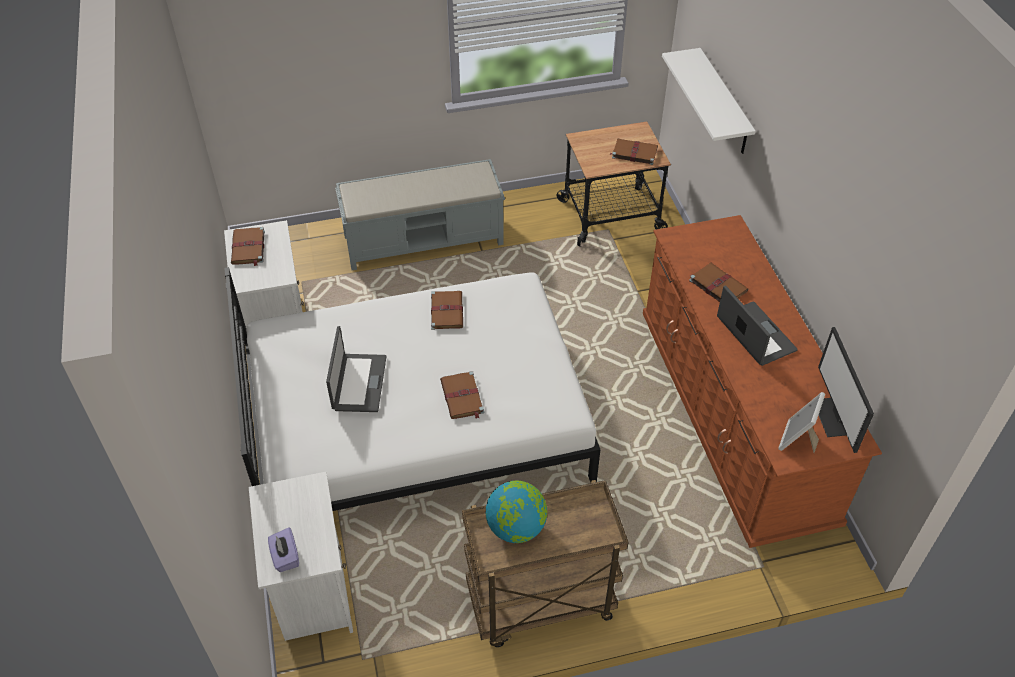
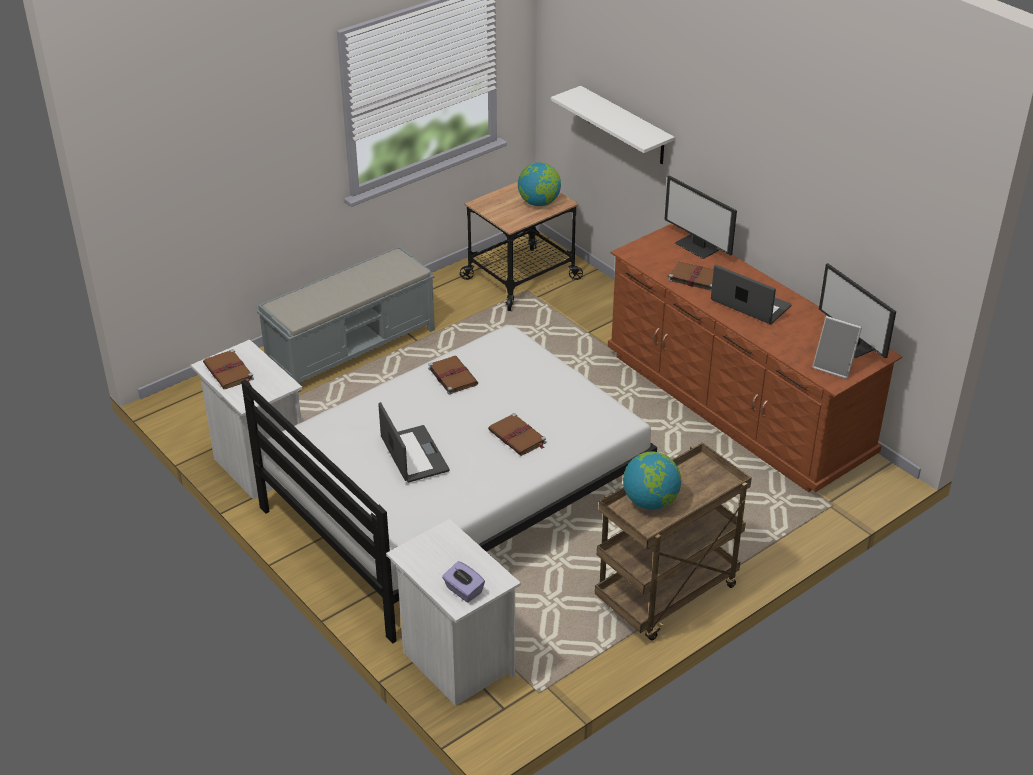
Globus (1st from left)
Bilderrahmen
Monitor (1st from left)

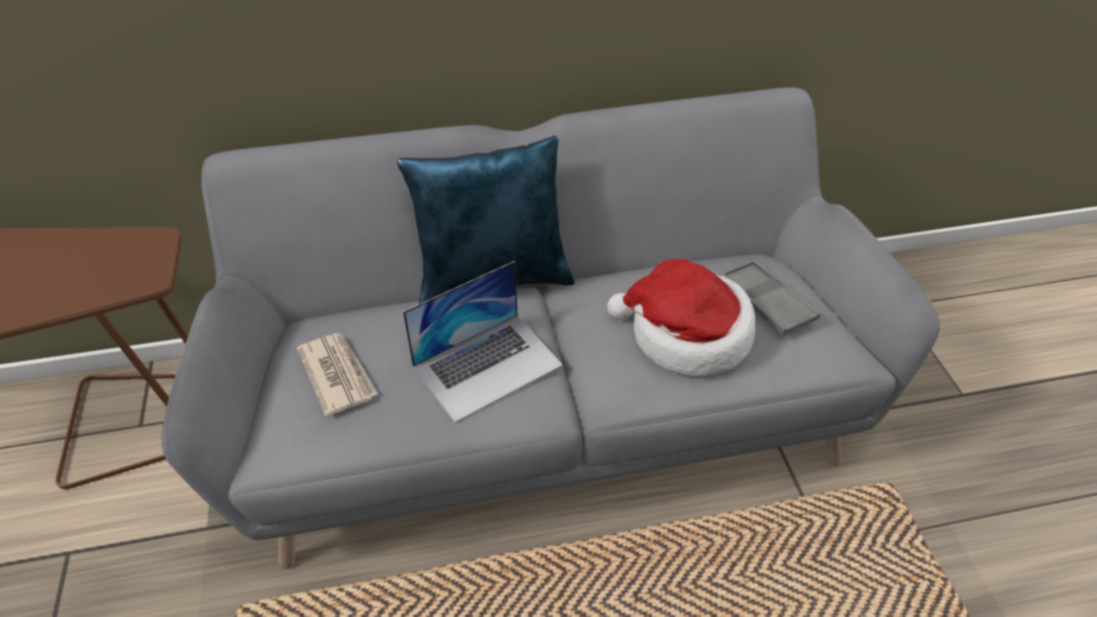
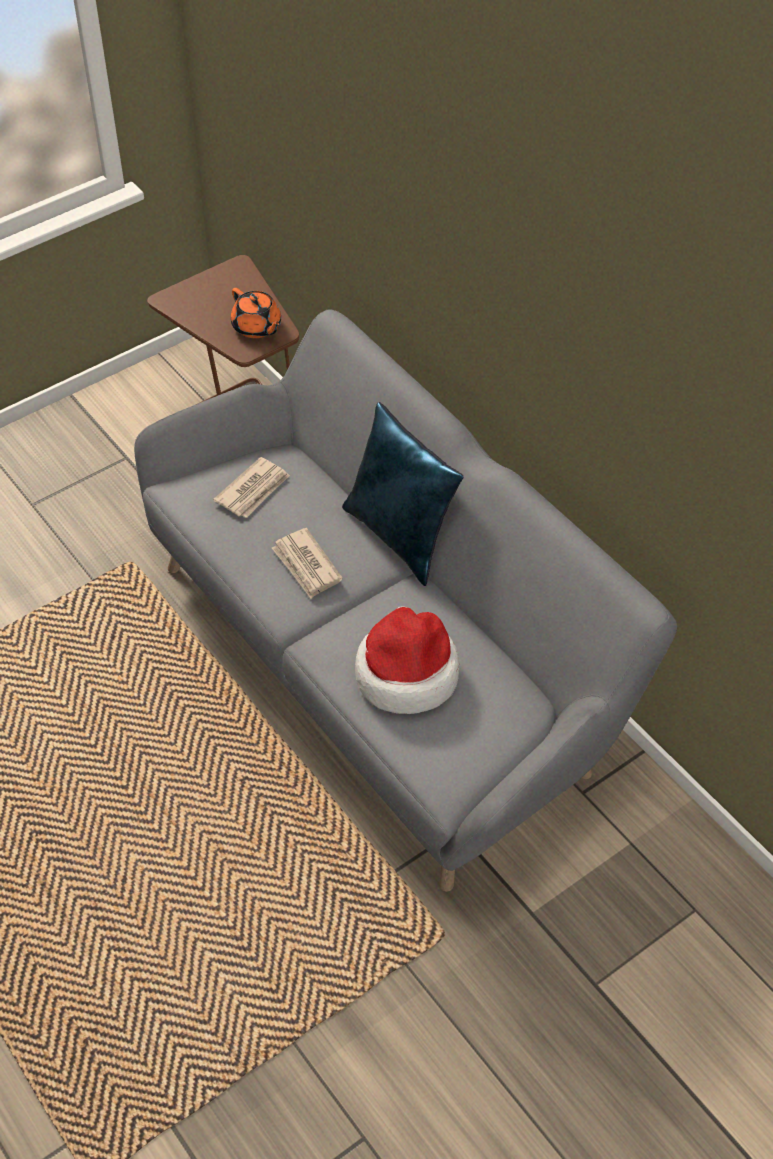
Tablett (grau)
Zeitung (2nd from left)
Teekanne (orange)

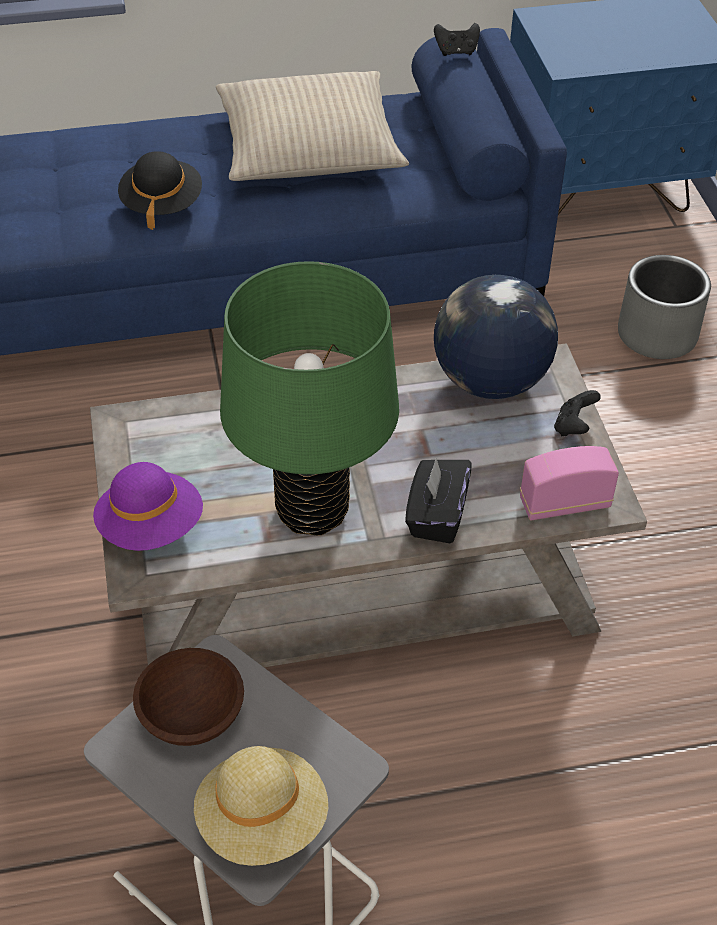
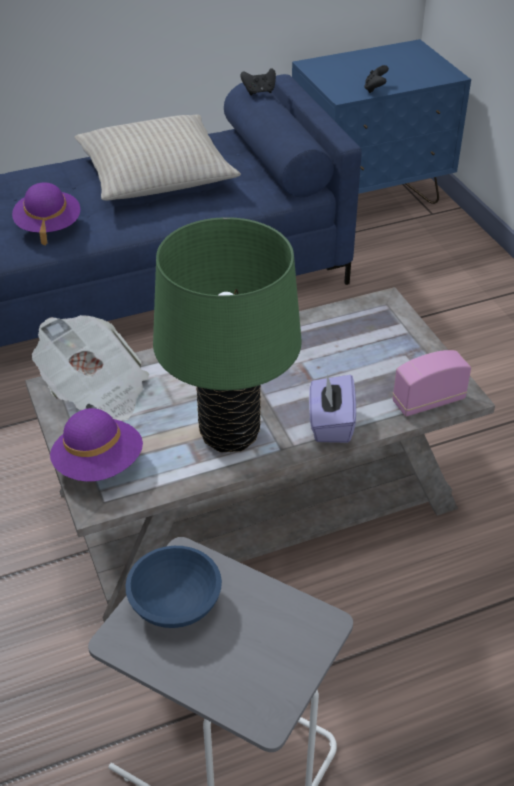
Hut (lila) (1st from left)
Pflanzkübel (grau)
Globus
Gamepad (schwarz) (2nd from left)
Taschentuchbox (lila)
Schüssel (blau)
Hut (beige)
Zeitung

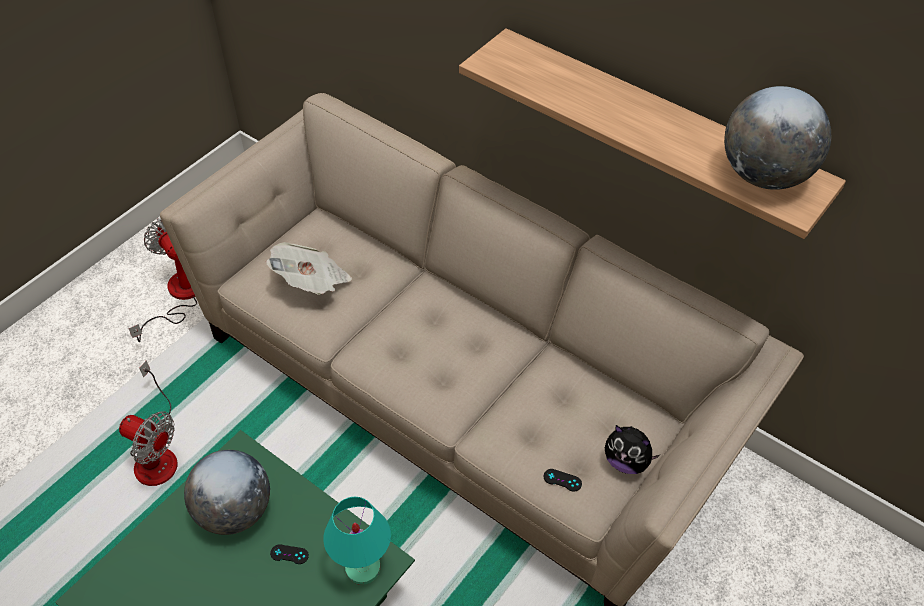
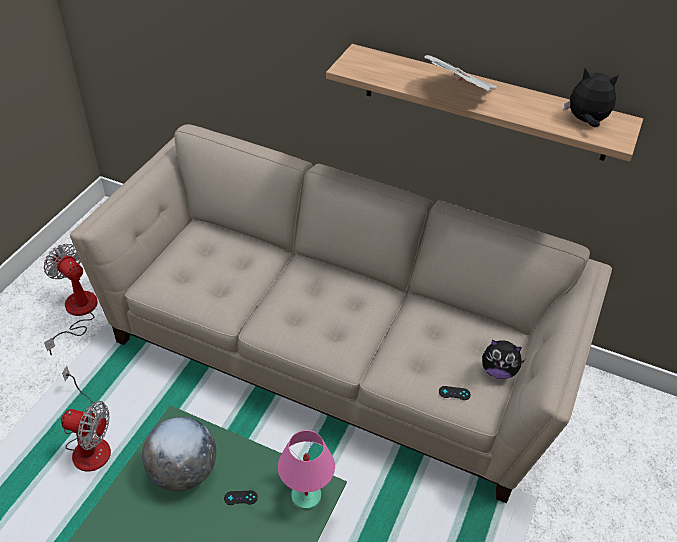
Plüschtier (2nd from left)
Zeitung
Tischlampe (rosa)

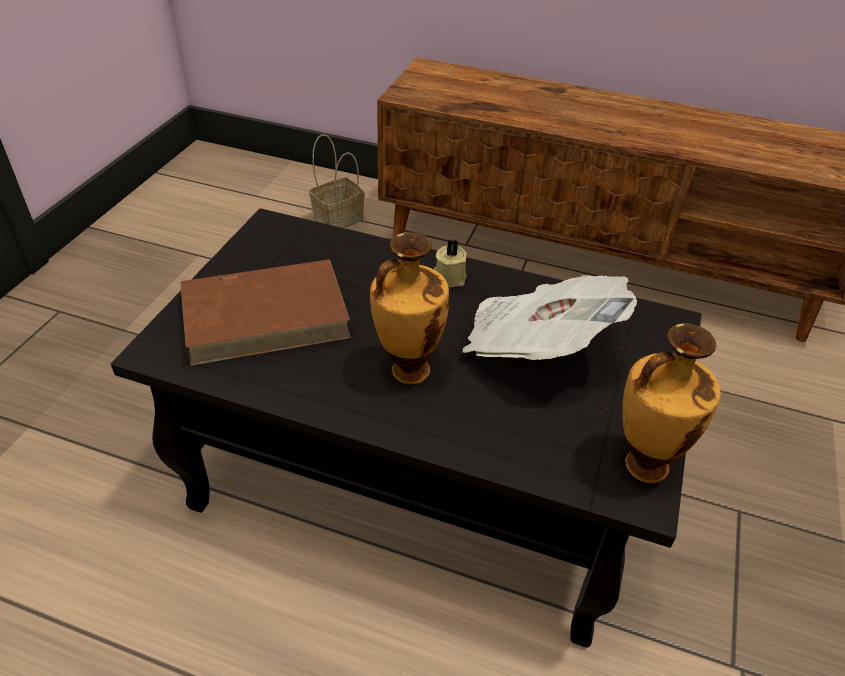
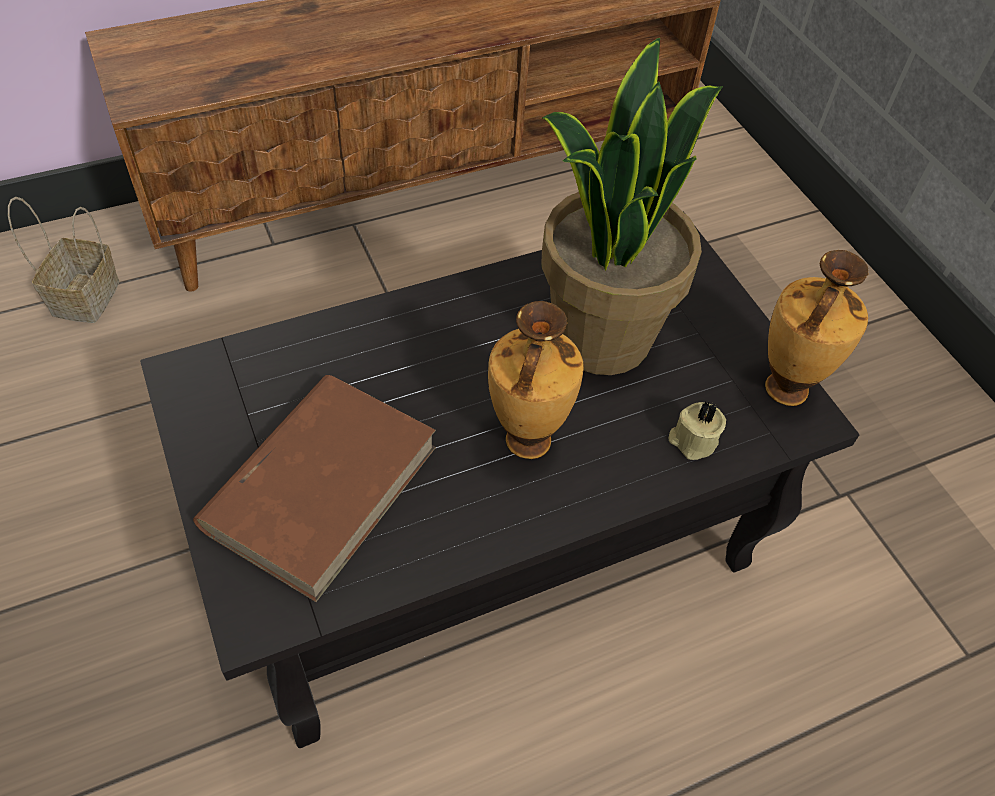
Kerze (beige)
Topfpflanze

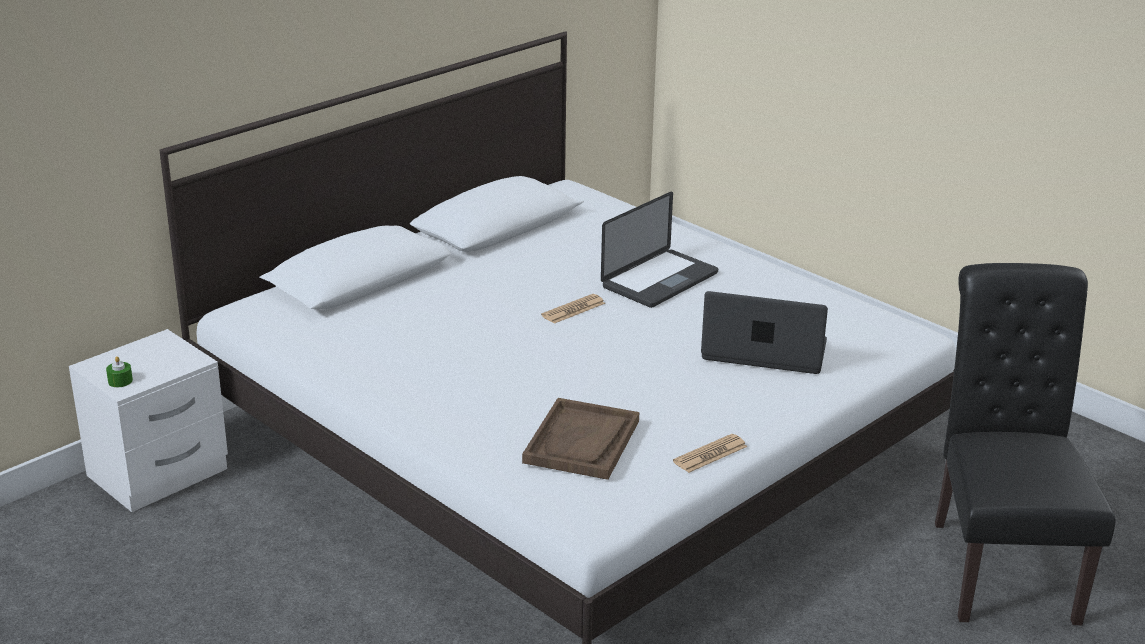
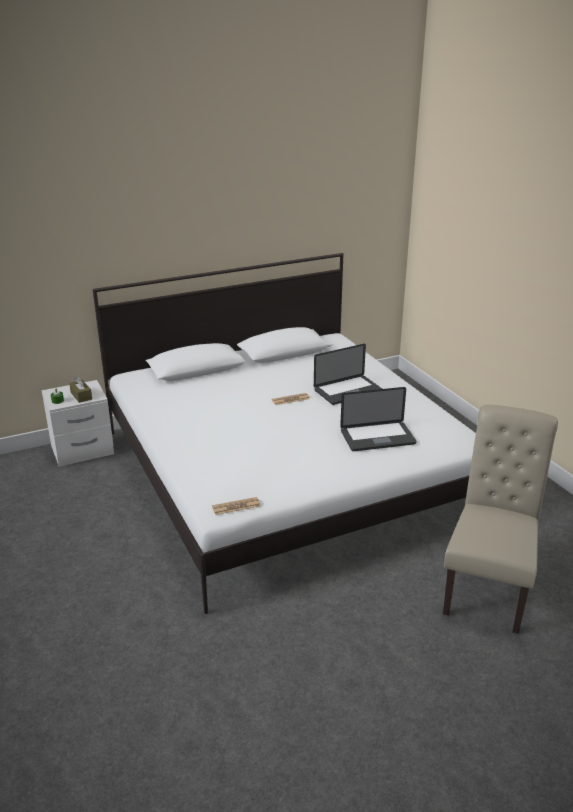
Stuhl (beige)
Laptop (2nd from left)
Tablett (braun)
Zeitung (1st from left)
Taschentuchbox (braun)

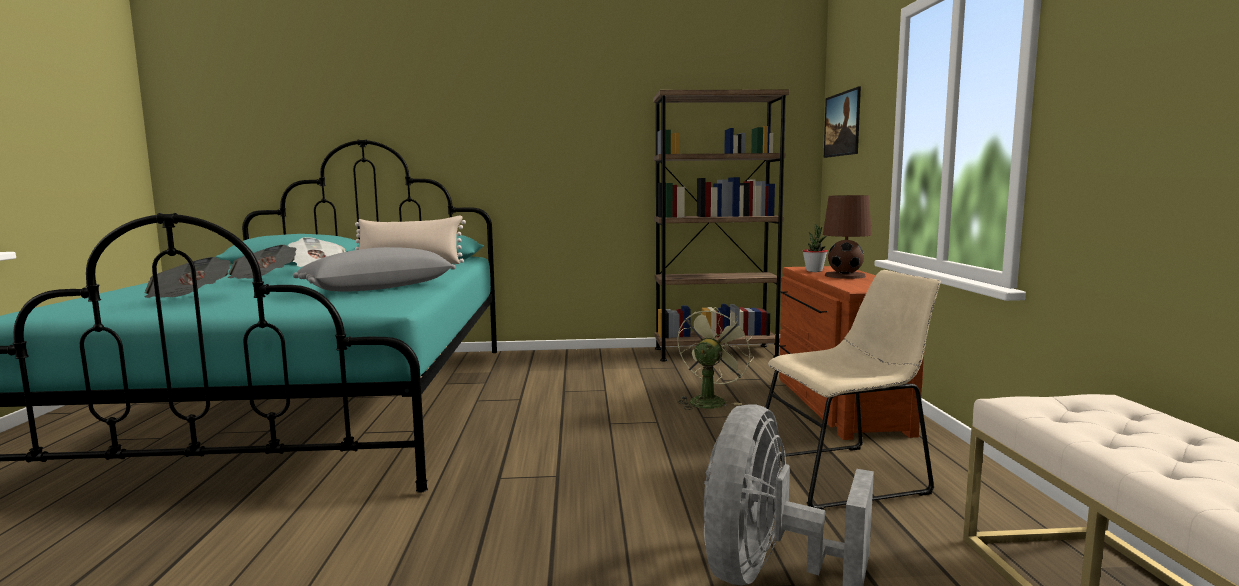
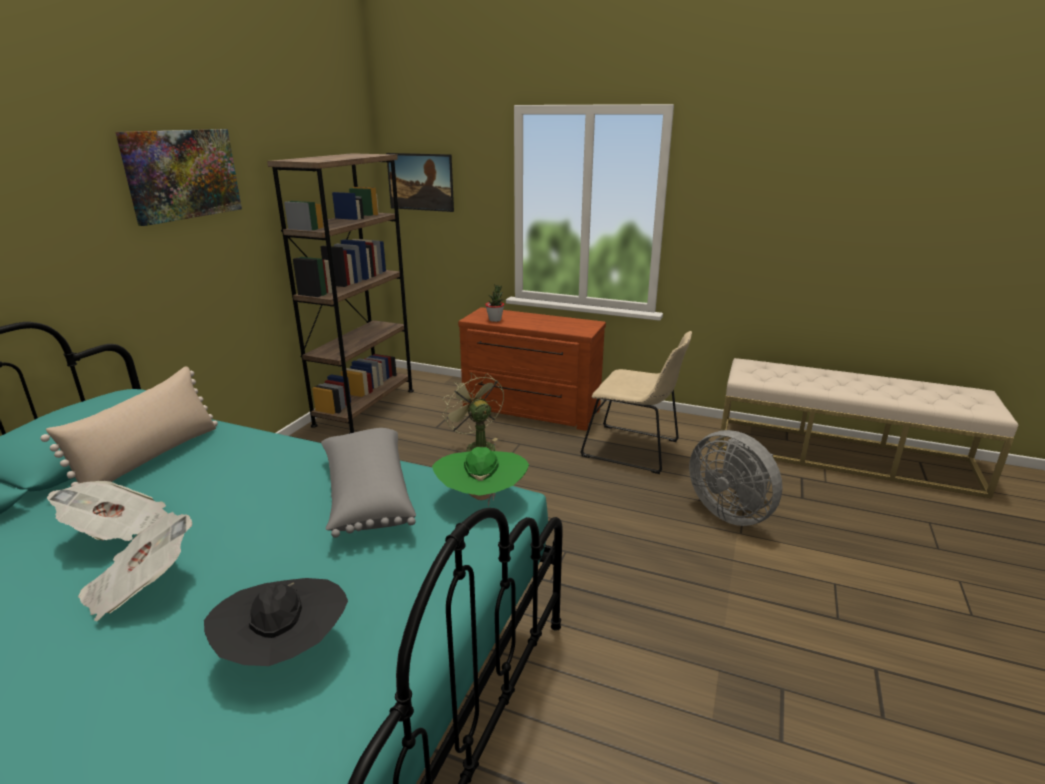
Tischlampe (braun)
Hut (schwarz)
Stuhl (beige)
Bild (1st from left)
Hut (grün)

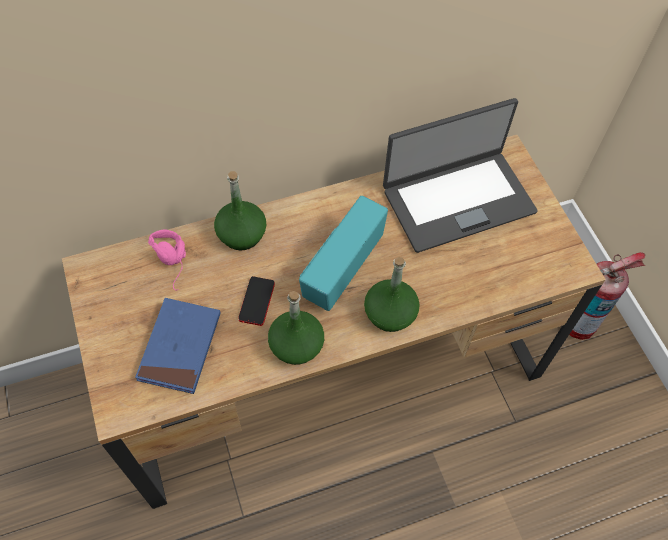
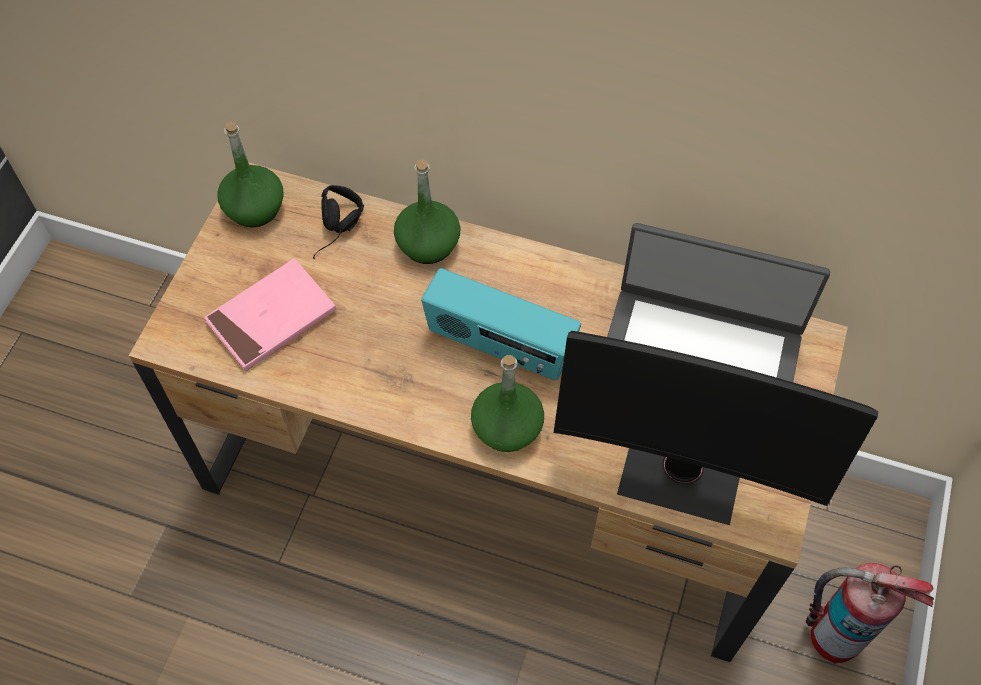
Radio
Kopfhörer (schwarz)
Handy
Flasche (grün) (1st from left)
Buch (rosa)
Monitor

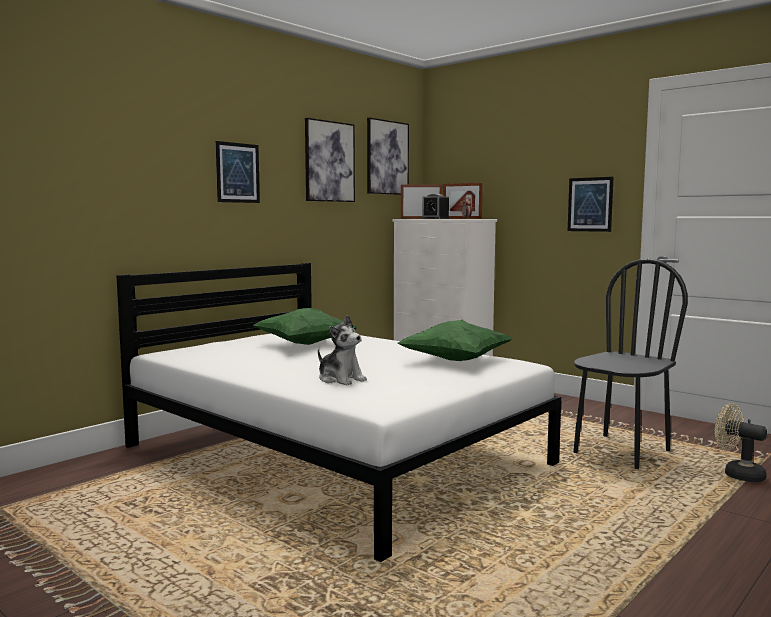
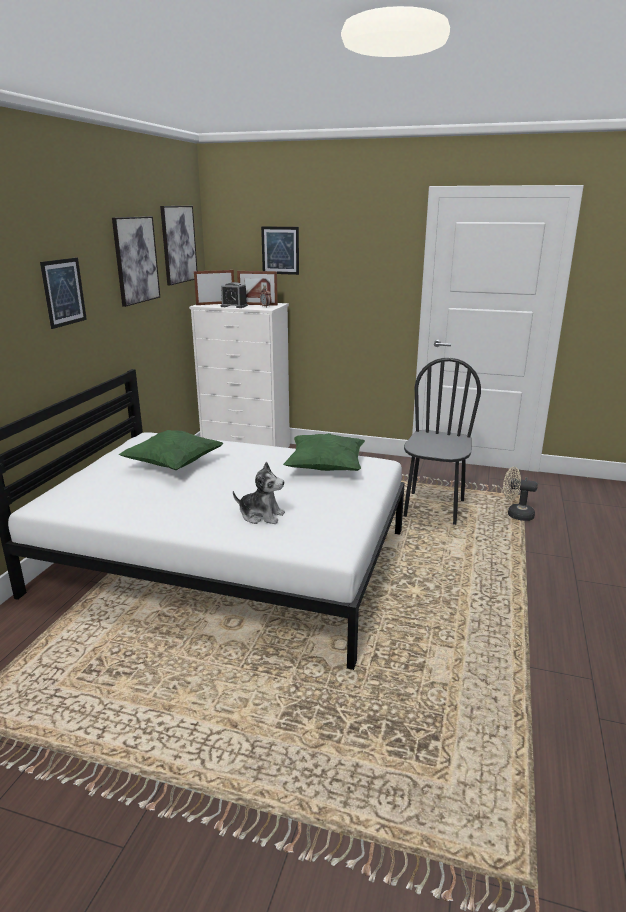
Bild (4th from left)

